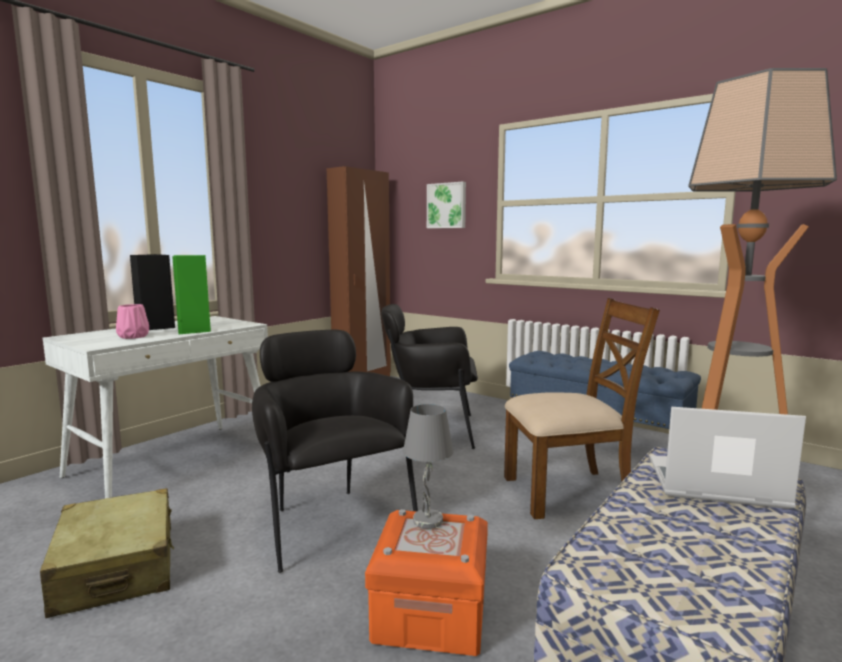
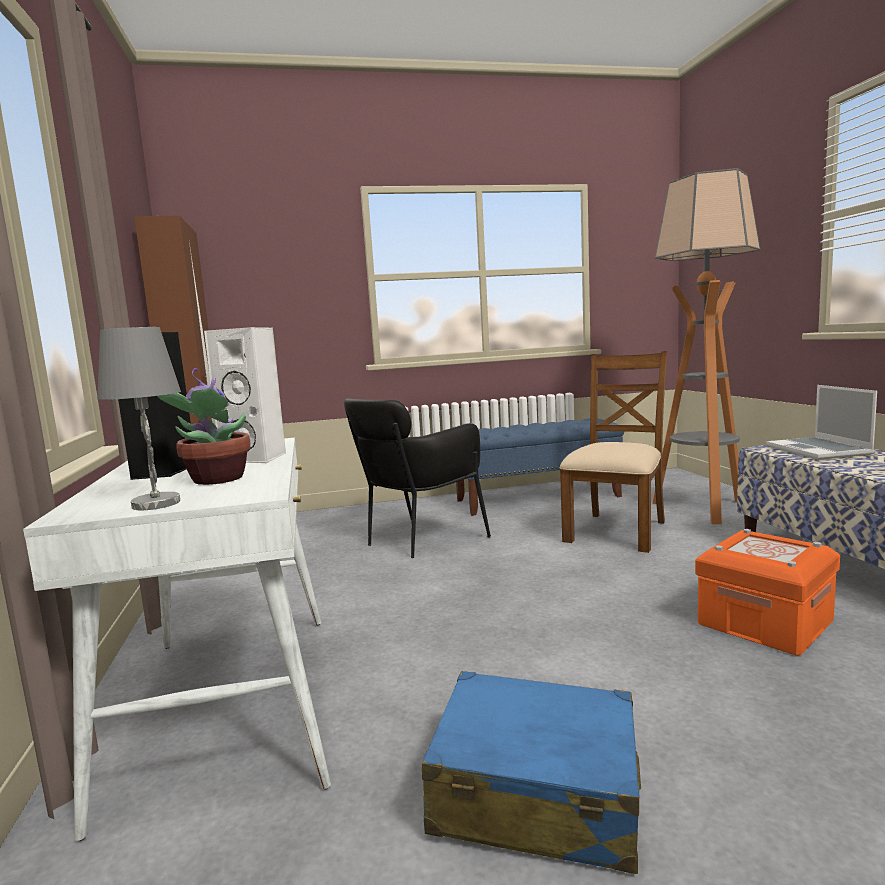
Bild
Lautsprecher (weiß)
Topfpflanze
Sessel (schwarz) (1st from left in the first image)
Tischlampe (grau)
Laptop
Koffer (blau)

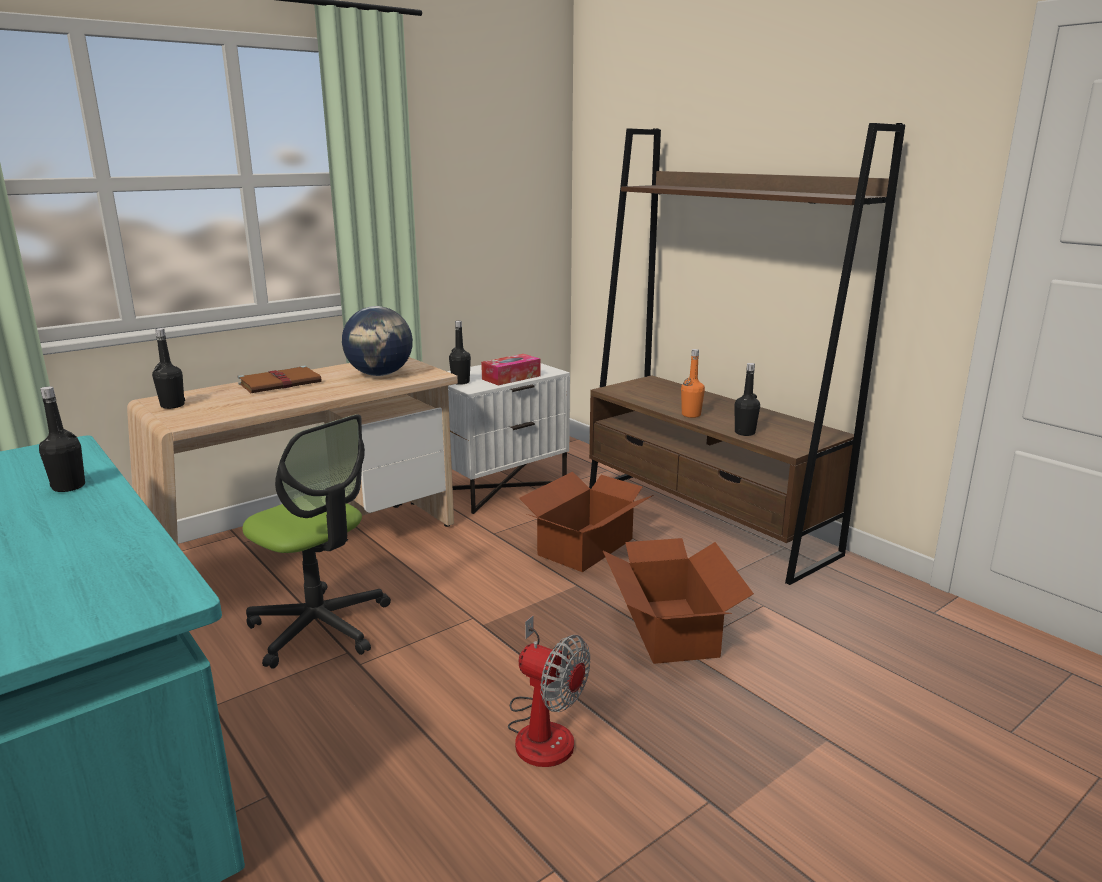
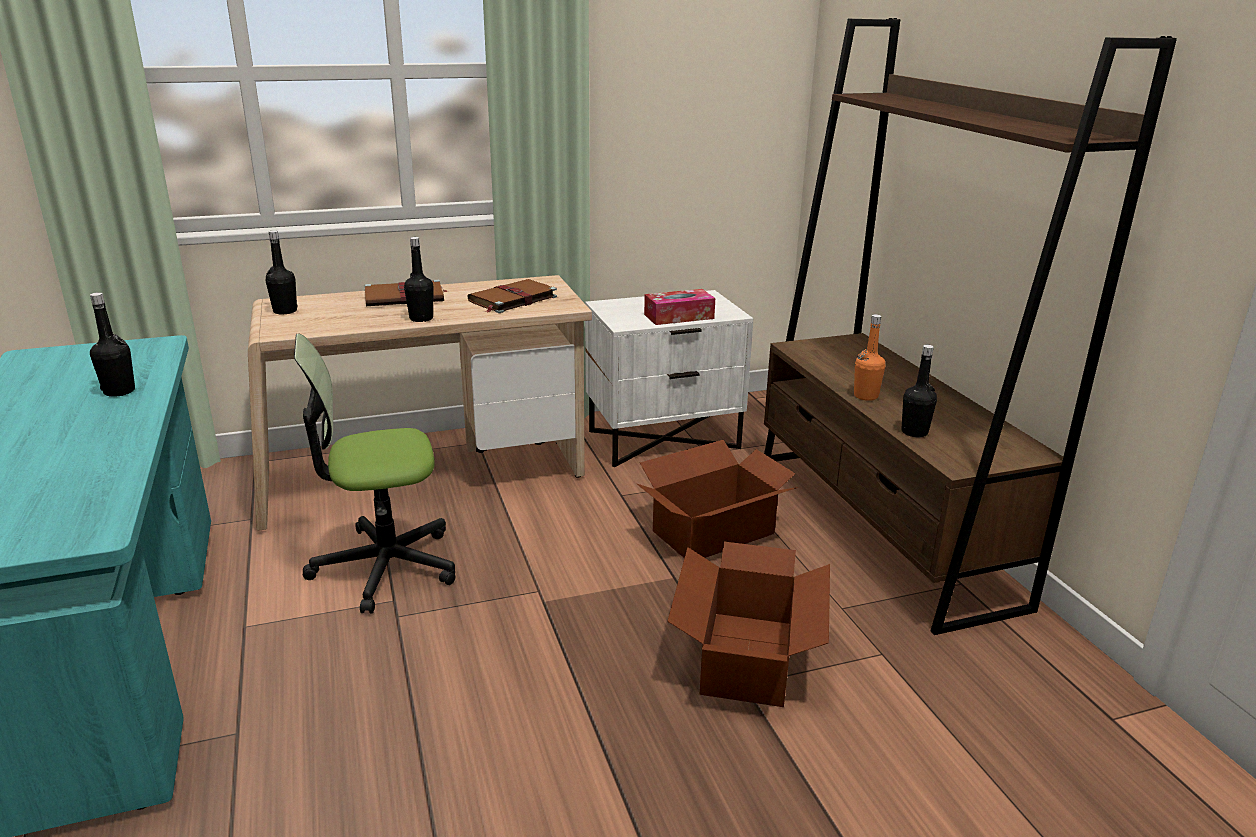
Buch (braun) (2nd from left)
Flasche (schwarz) (3rd from left)
Bürostuhl
Ventilator

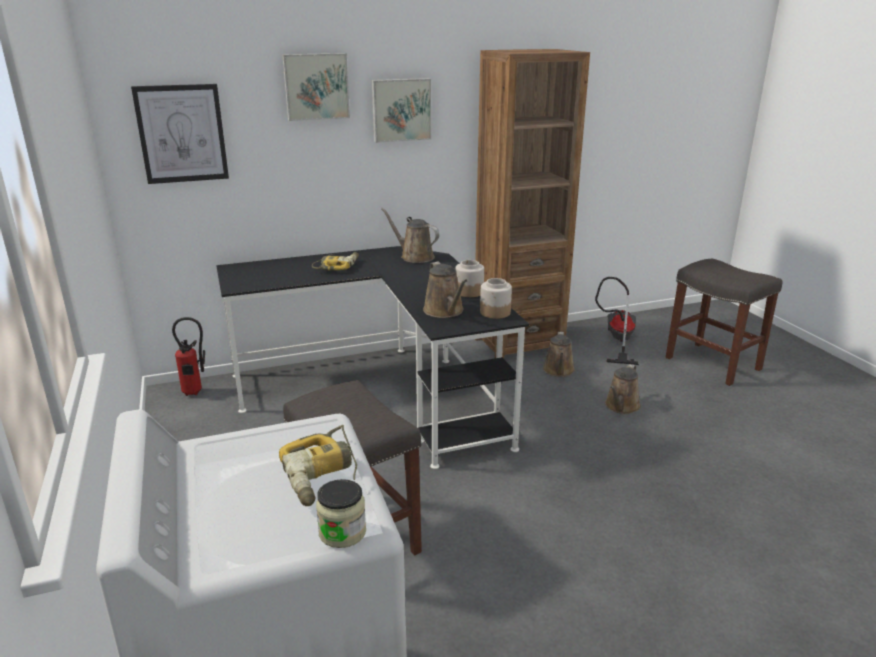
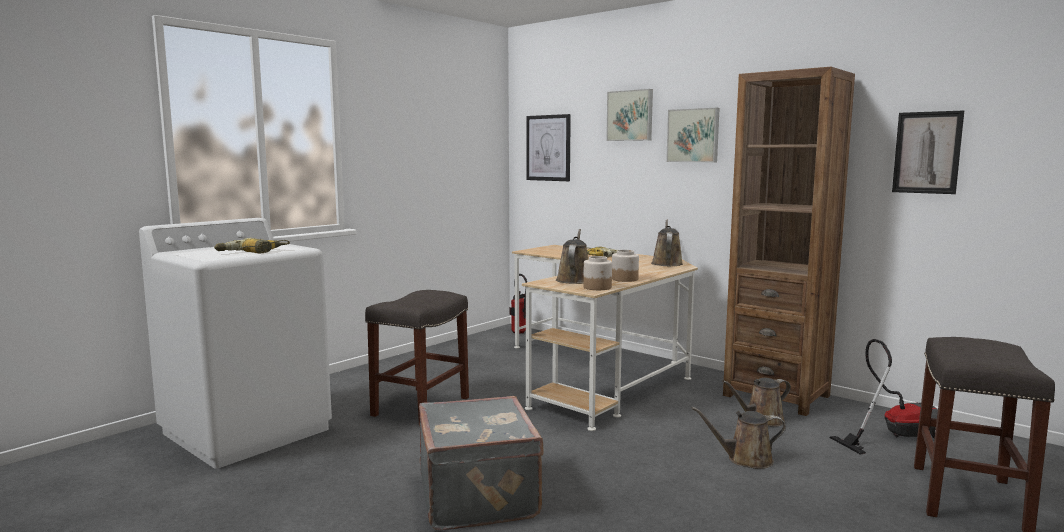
Schreibtisch (beige)
Gießkanne (braun) (1st from left)
Vorratsglas (1st from left in the first image)
Bild (4th from left)
Koffer (grau)

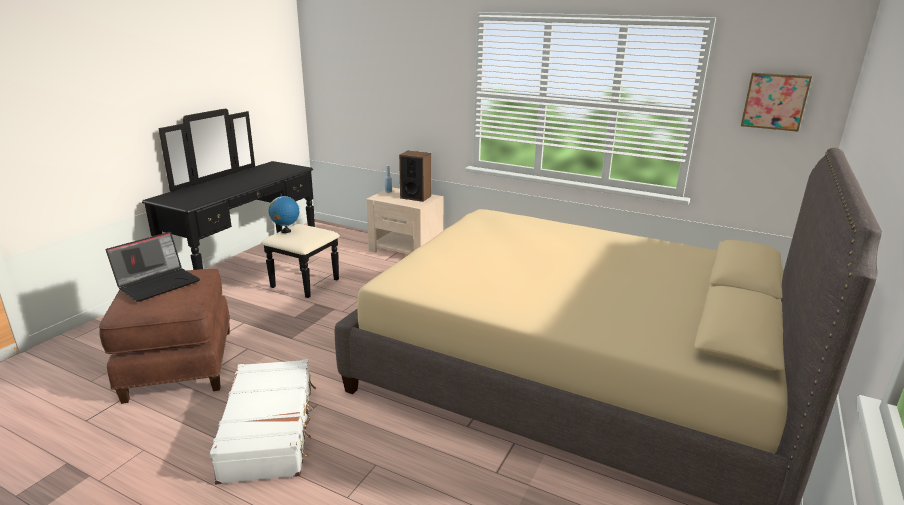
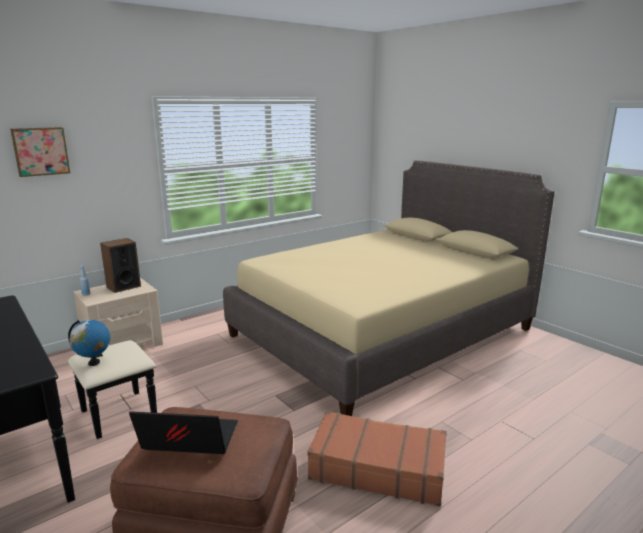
Bild
Laptop
Koffer (braun)

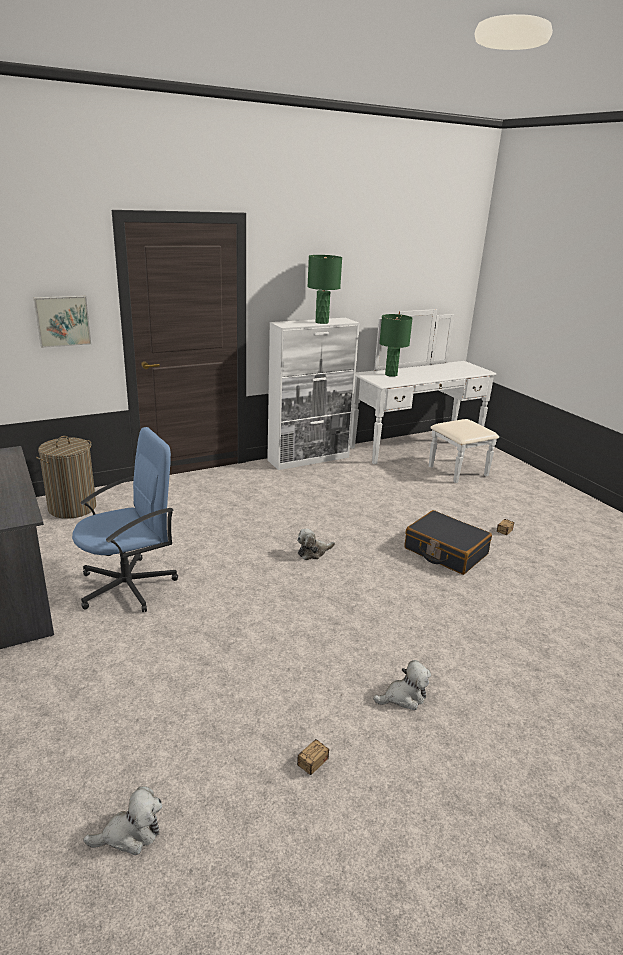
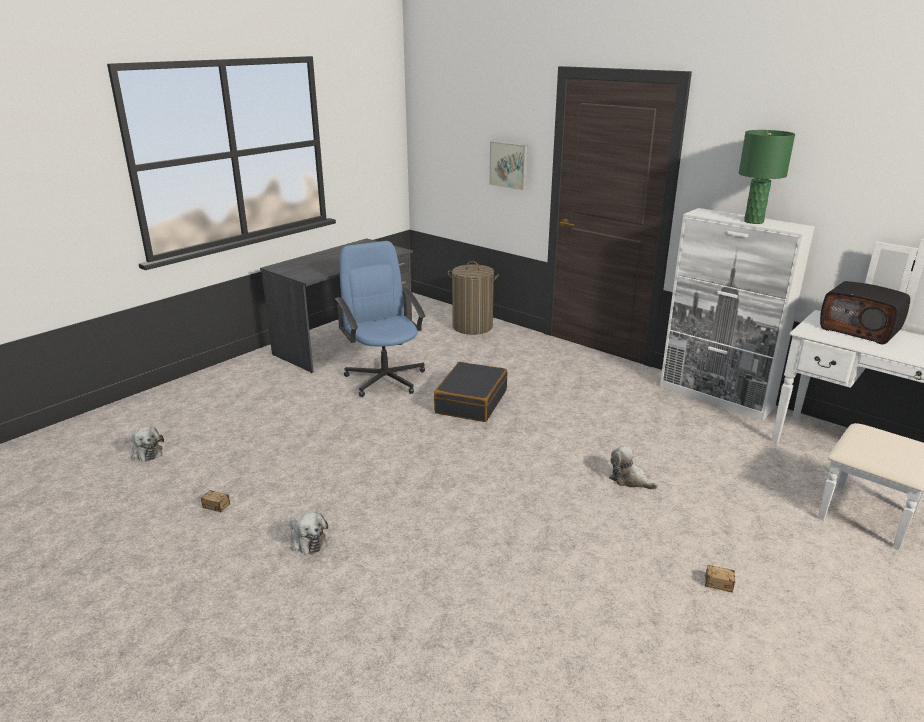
Radio
Bürostuhl (blau)
Koffer (schwarz)
Plüschtier (3rd from left)

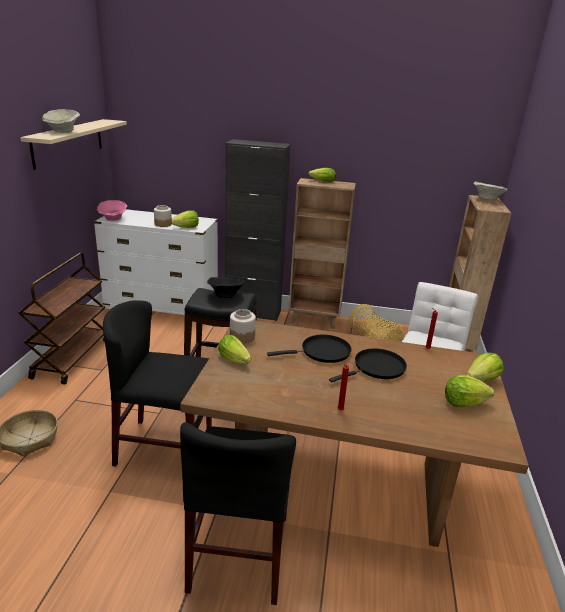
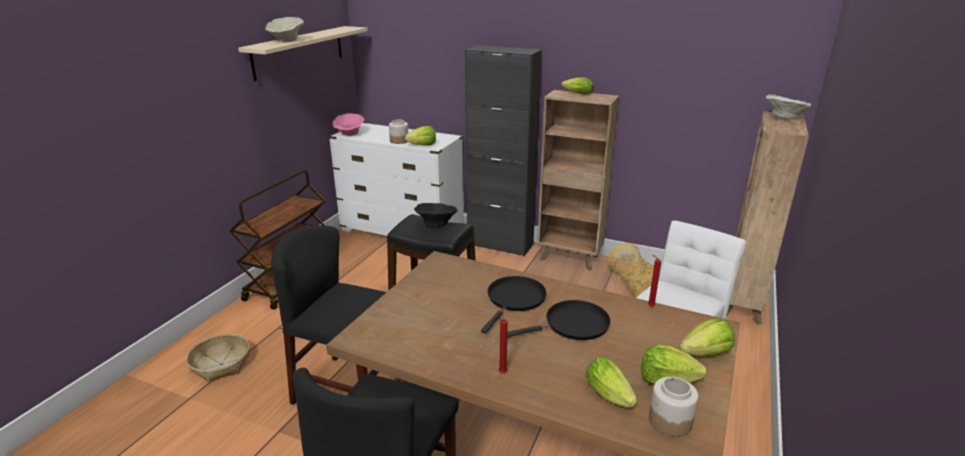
Vorratsglas (2nd from left)
Pfanne (schwarz) (1st from left)
Salatkopf (3rd from left)

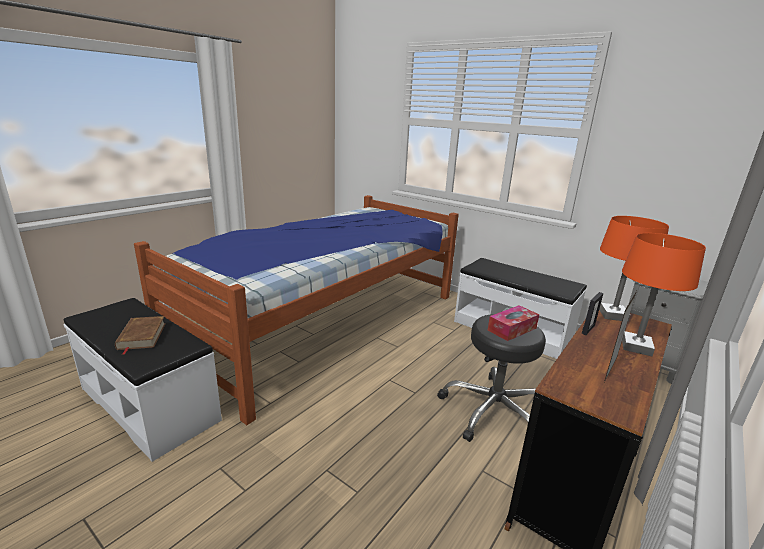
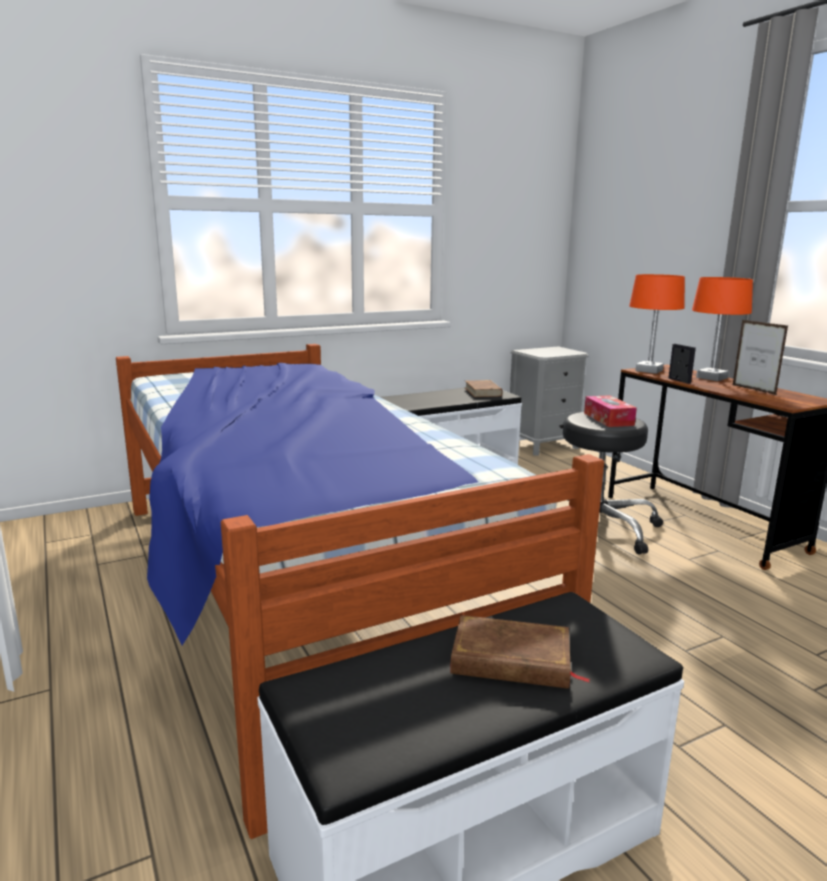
Buch (braun) (1st from left)

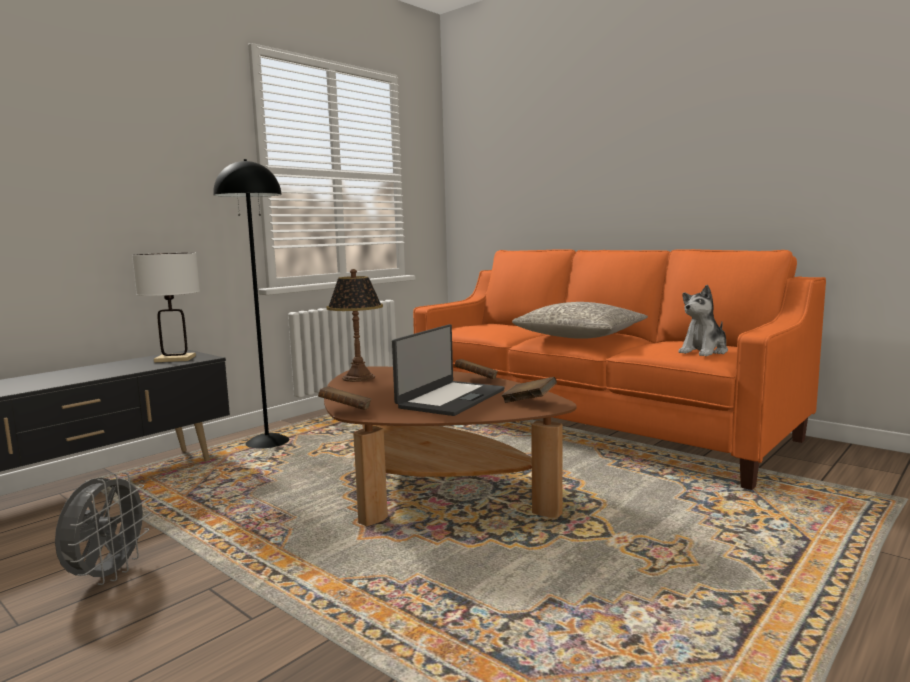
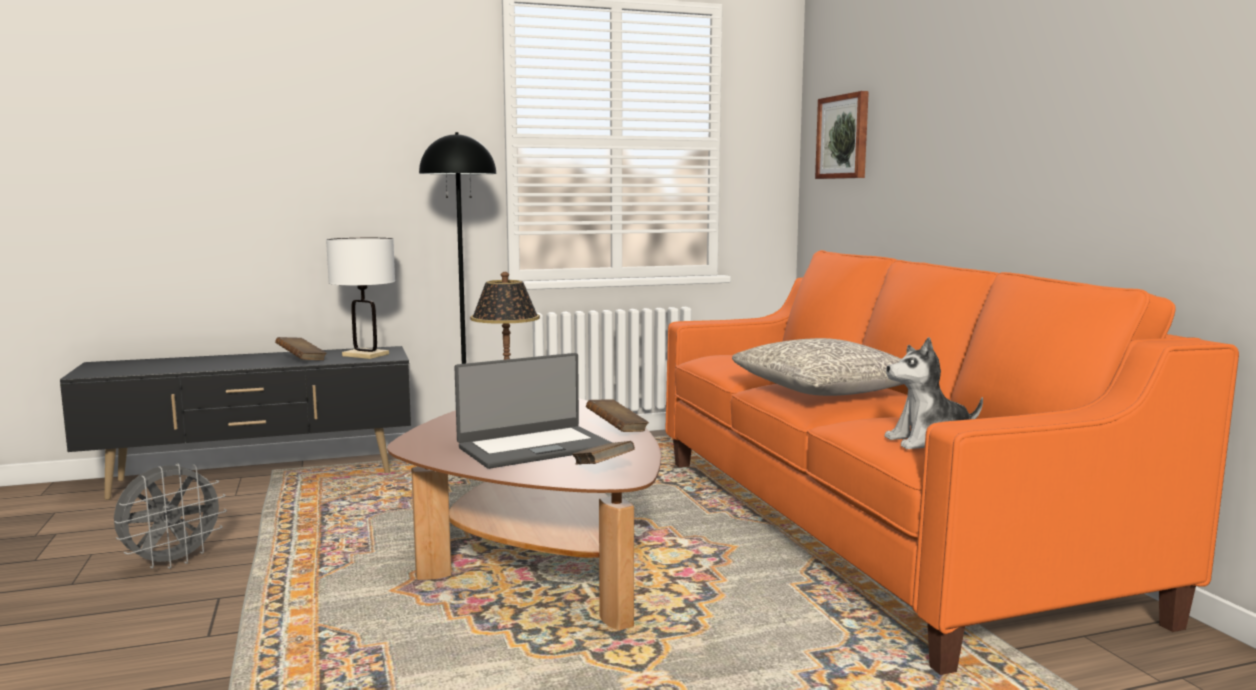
Buch (braun) (1st from left)
Bild

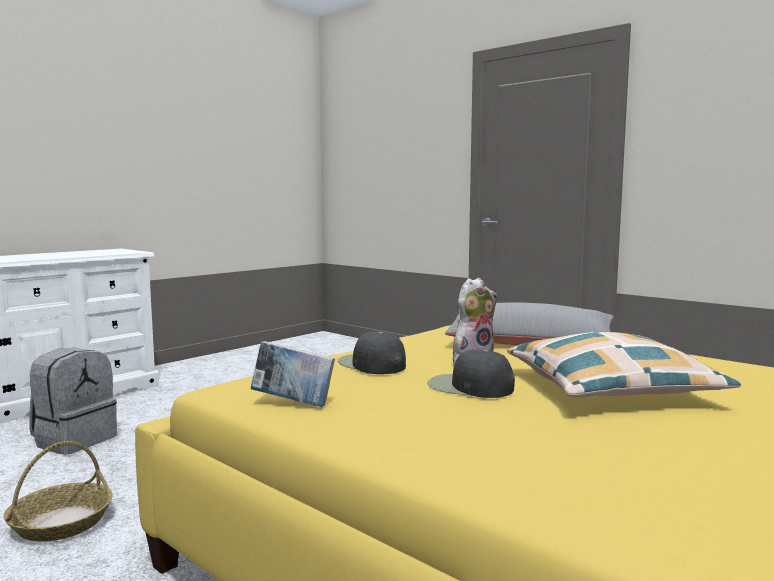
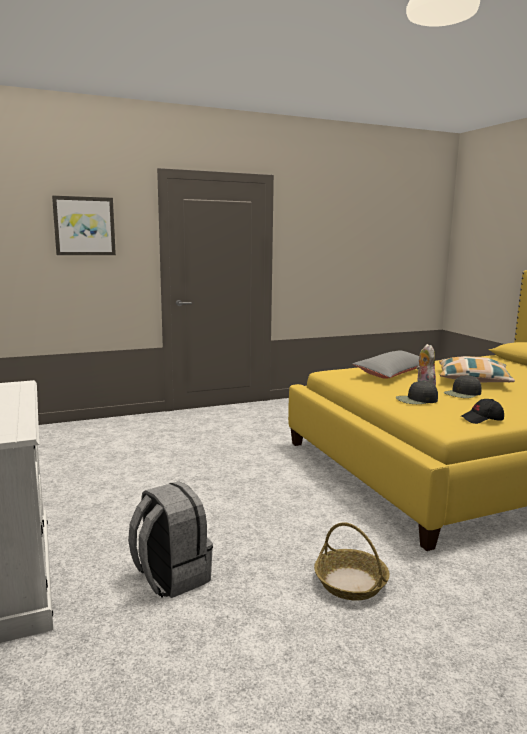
Kappe (schwarz) (3rd from left)
Bild

